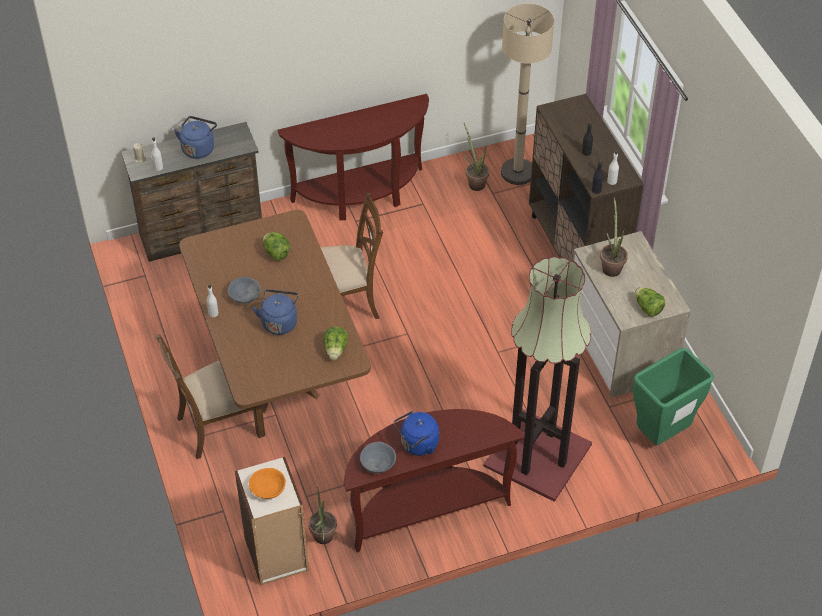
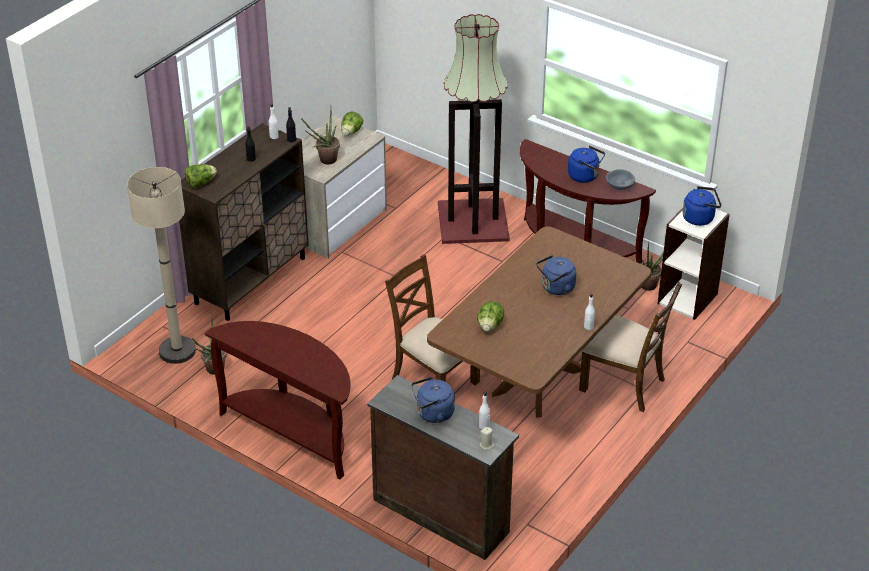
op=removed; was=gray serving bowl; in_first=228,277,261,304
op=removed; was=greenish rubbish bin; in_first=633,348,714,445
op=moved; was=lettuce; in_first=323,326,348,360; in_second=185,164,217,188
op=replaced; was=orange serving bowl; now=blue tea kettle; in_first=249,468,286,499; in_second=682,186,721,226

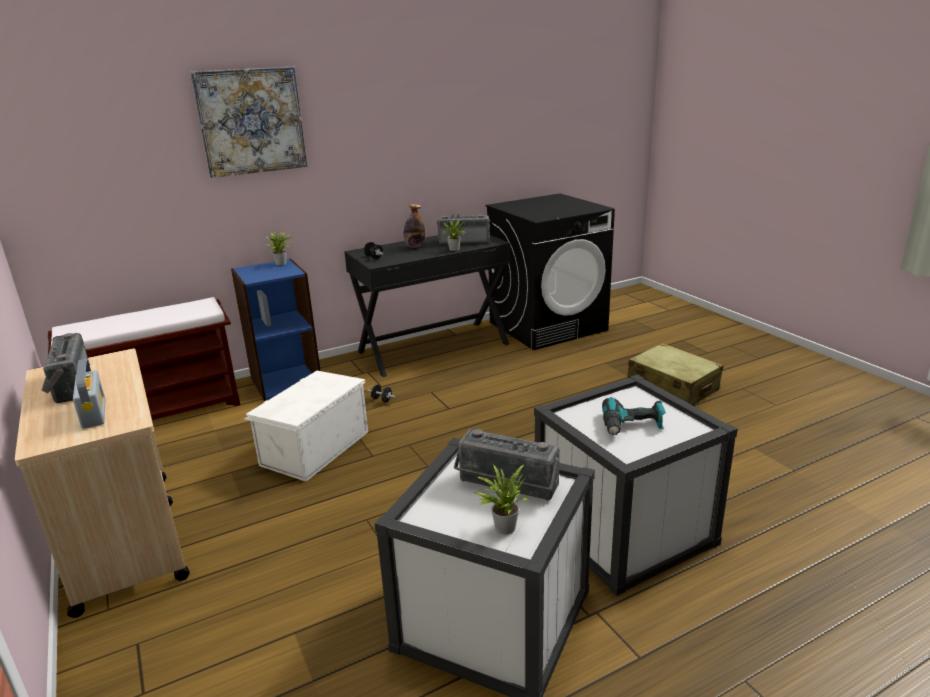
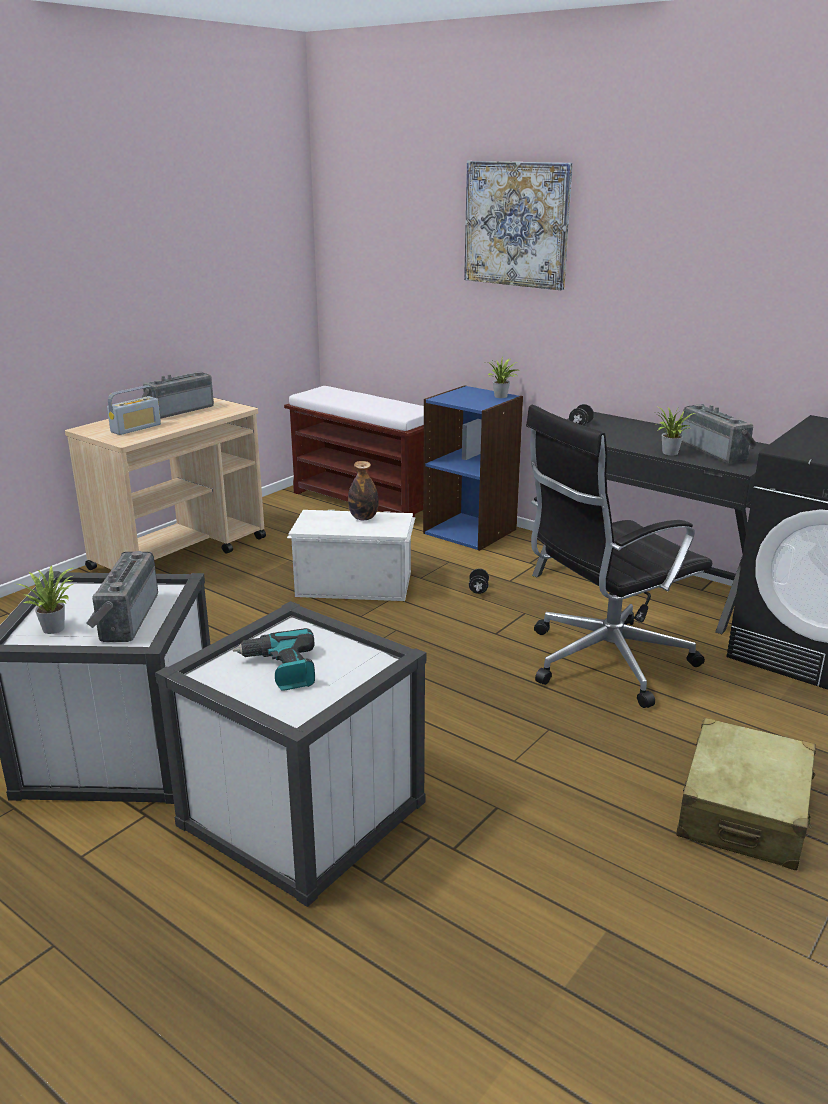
op=added; now=blackish desk chair; in_second=526,405,712,708
op=moved; was=bottle; in_first=404,204,425,248; in_second=348,461,379,520

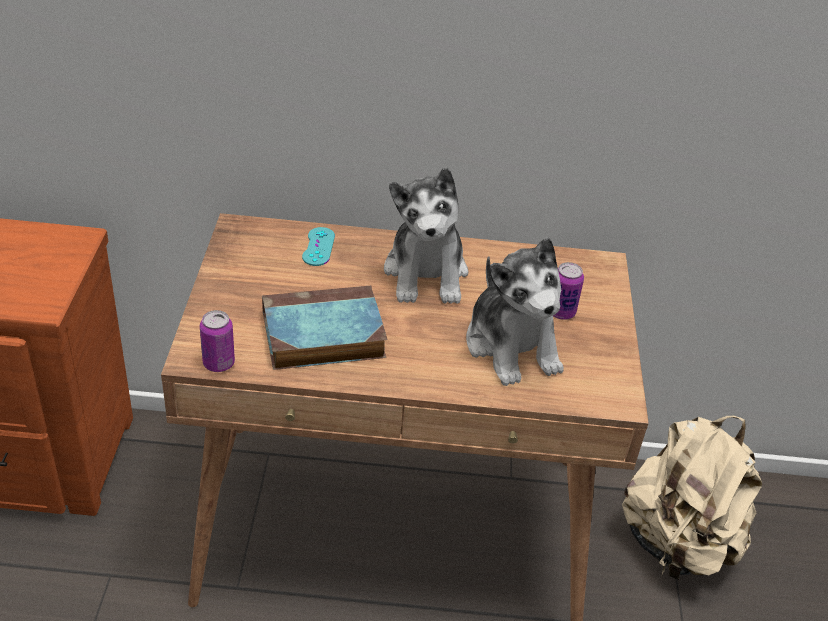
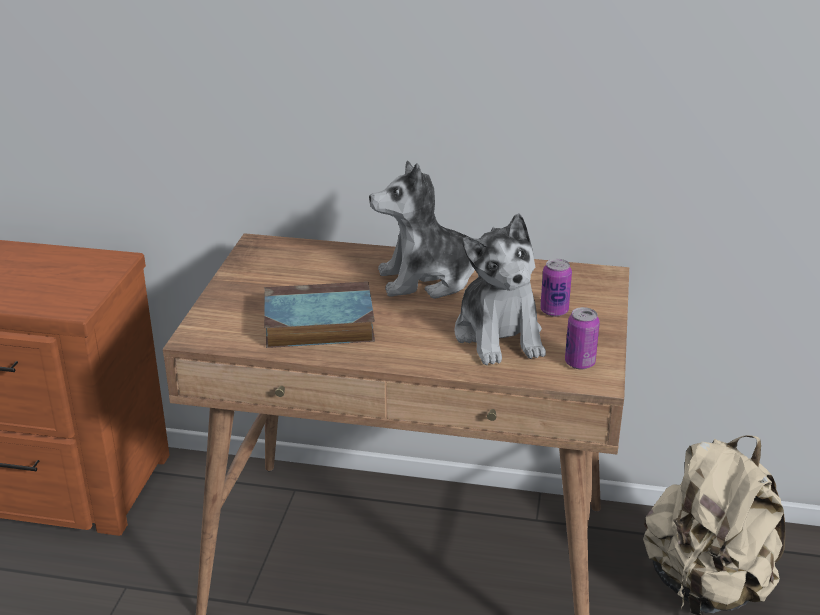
op=removed; was=turquoise game controller; in_first=302,227,335,266
op=moved; was=metal can; in_first=200,310,235,372; in_second=565,307,600,370
op=turned; was=plush toy; in_first=384,167,468,304; in_second=369,161,495,299; clockwise=75

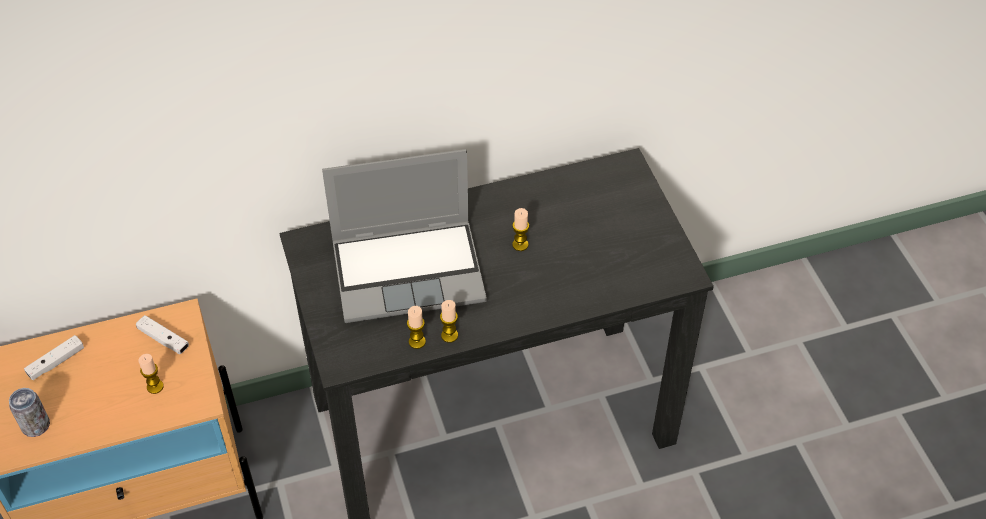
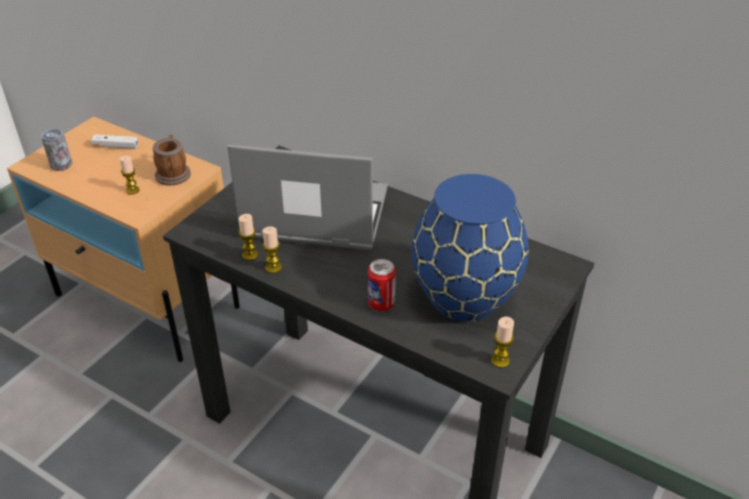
op=added; now=metal can; in_second=368,259,396,311
op=added; now=blue vase; in_second=411,174,529,322
op=moved; was=wax light; in_first=512,208,529,251; in_second=491,317,514,368
op=replaced; was=whitish game controller; now=mug; in_first=136,315,189,354; in_second=153,135,191,185
op=turned; was=portable computer; in_first=322,149,487,323; in_second=227,145,388,250; clockwise=150

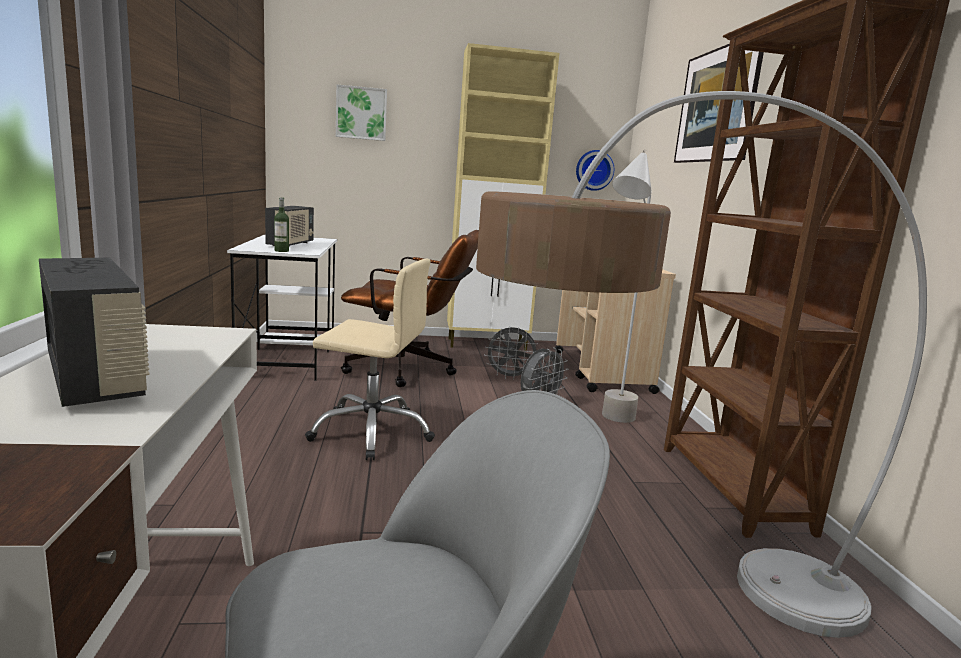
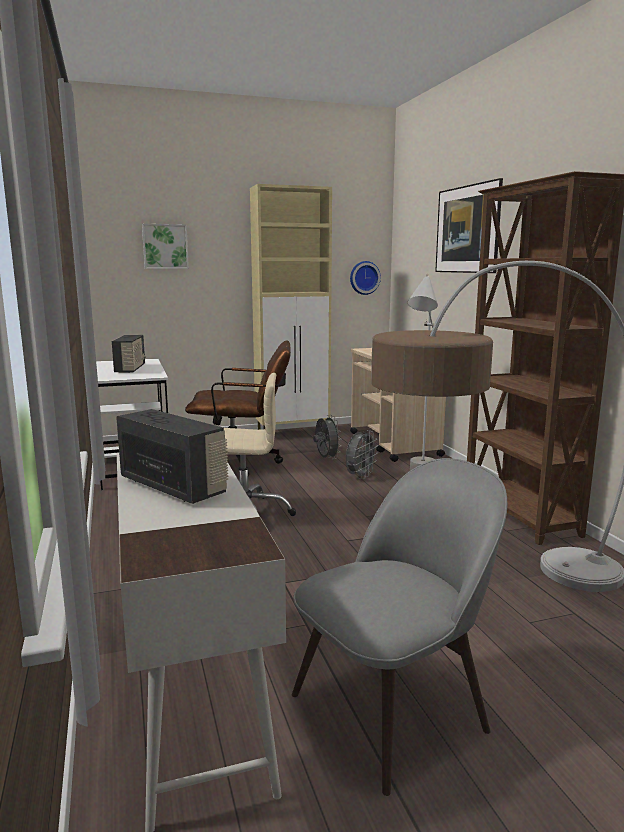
op=removed; was=bottle; in_first=274,197,289,252
op=turned; was=gray cooling fan; in_first=484,327,538,380; in_second=313,415,341,459; clockwise=-105

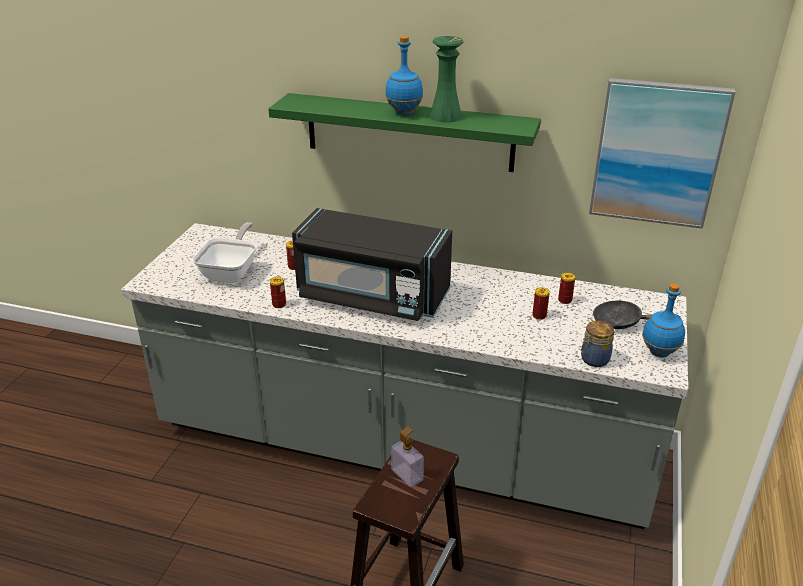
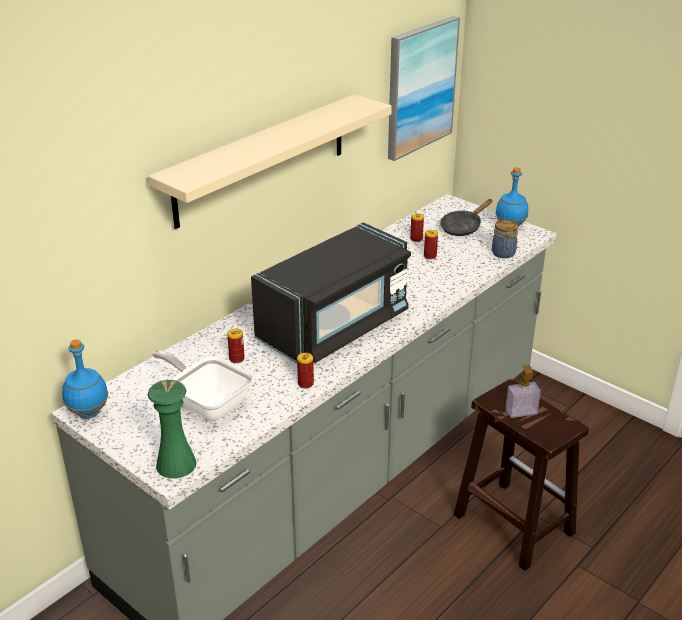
op=moved; was=blue bottle; in_first=385,36,423,115; in_second=62,339,108,419
op=moved; was=greenish vase; in_first=429,36,463,123; in_second=148,380,197,479
op=recoloured; was=greenish wall shelf; now=sand-coloured wall shelf; in_first=268,93,541,172; in_second=148,94,392,229

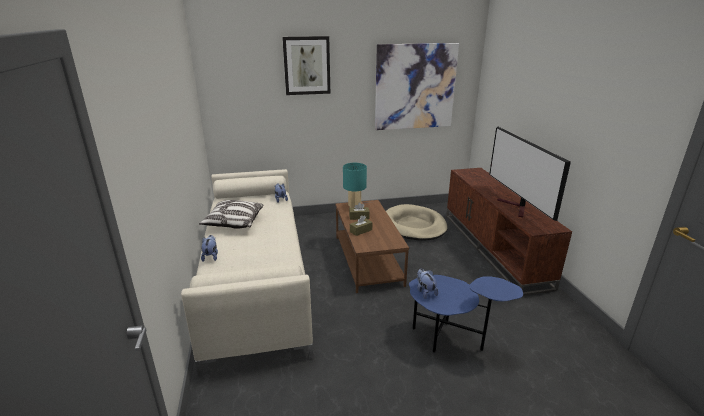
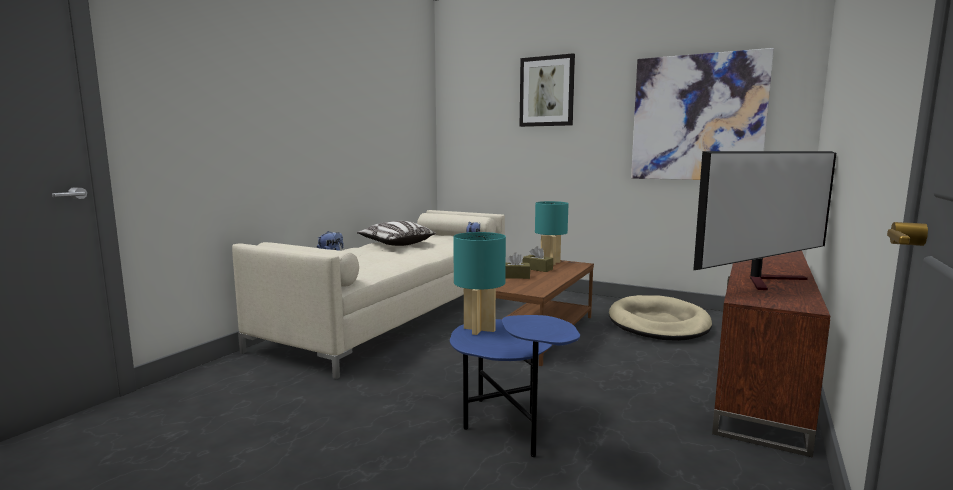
op=replaced; was=plush toy; now=turquoise table lamp; in_first=417,269,438,299; in_second=453,232,506,335
op=turned; was=TV set; in_first=489,127,571,221; in_second=693,151,836,290; clockwise=-150

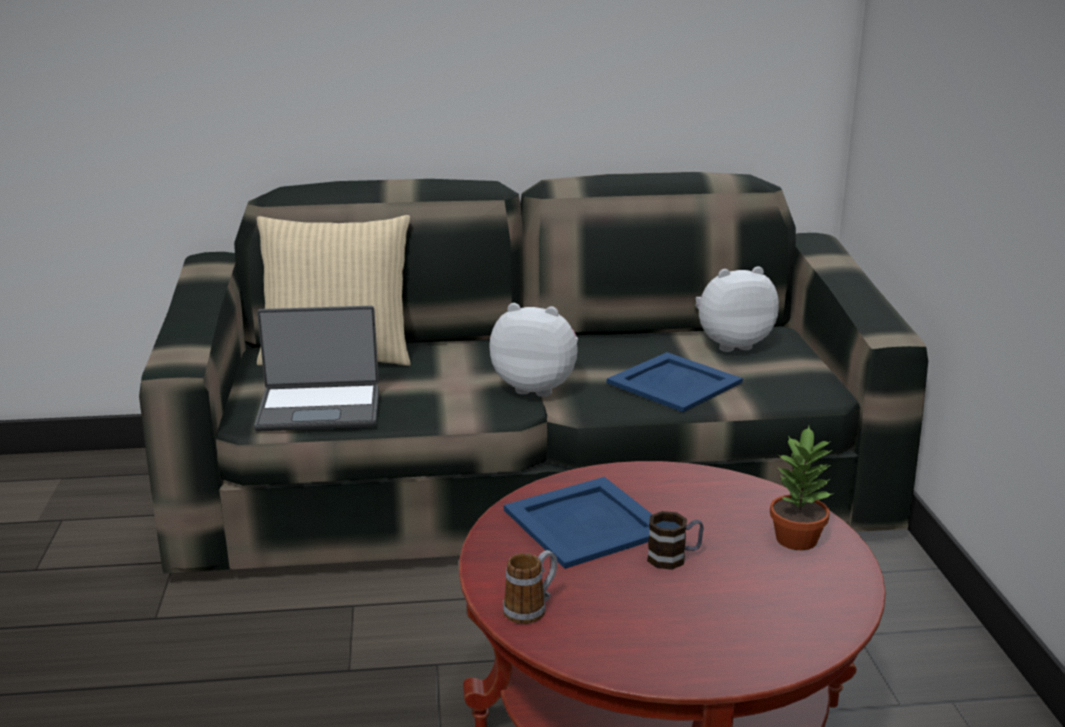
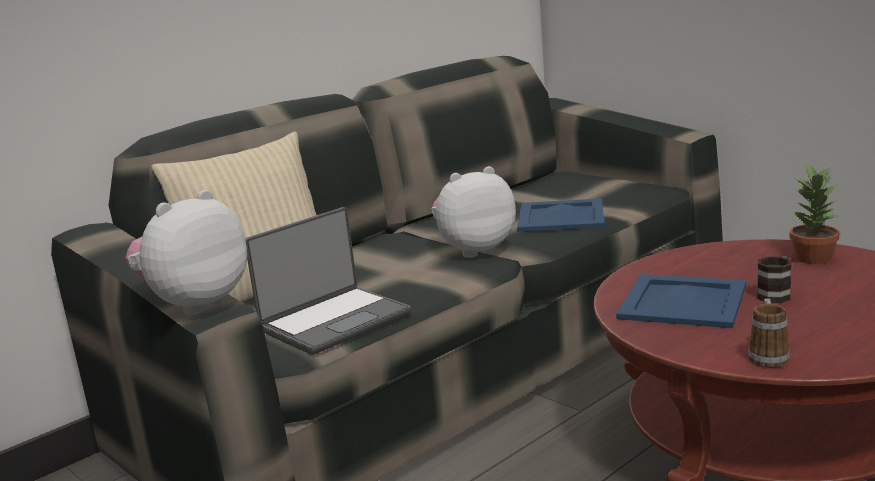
op=moved; was=plush toy; in_first=695,266,779,352; in_second=126,190,247,315

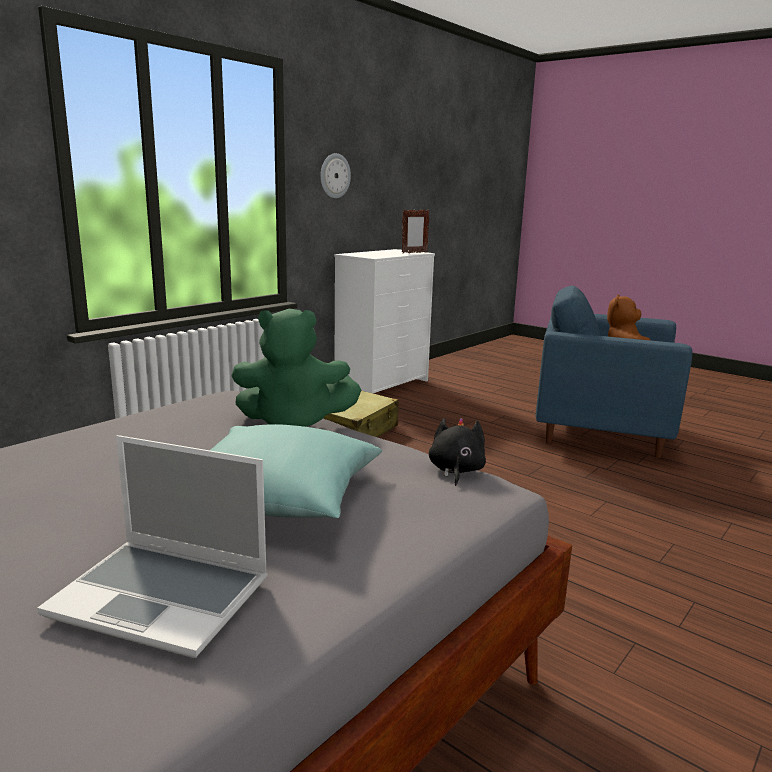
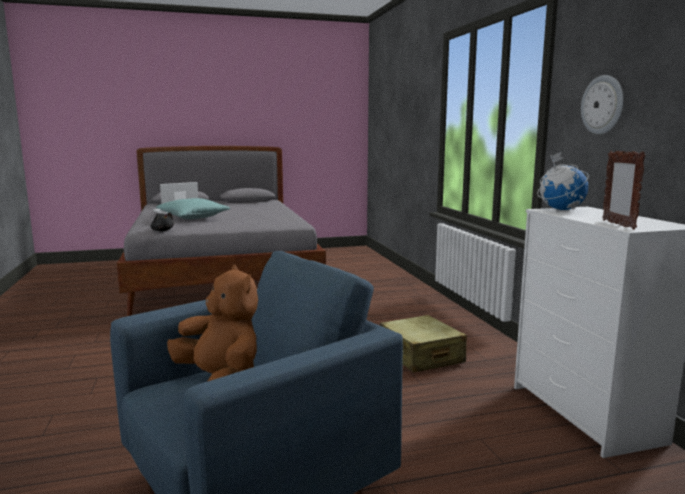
op=removed; was=greenish plush toy; in_first=231,309,361,427
op=added; now=globe; in_second=537,152,588,210

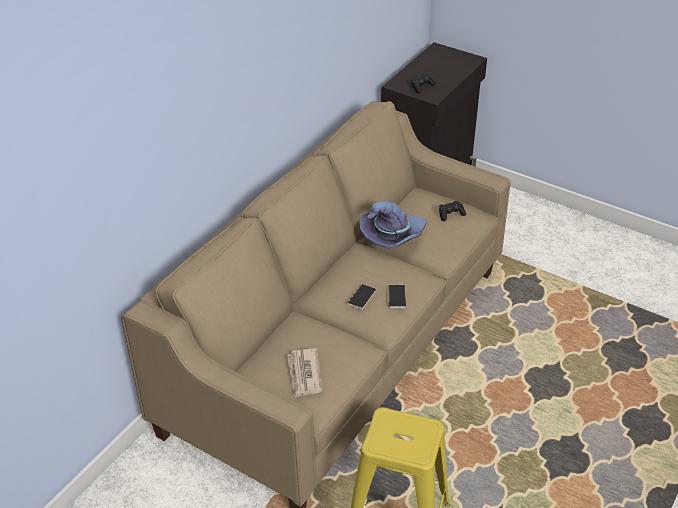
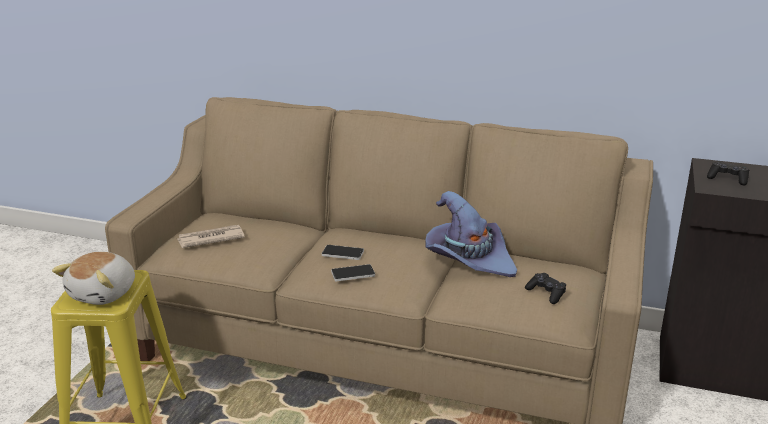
op=added; now=plush toy; in_second=52,252,135,305

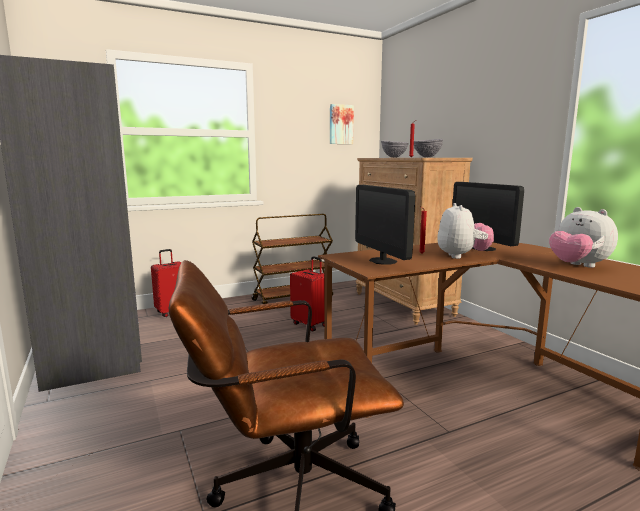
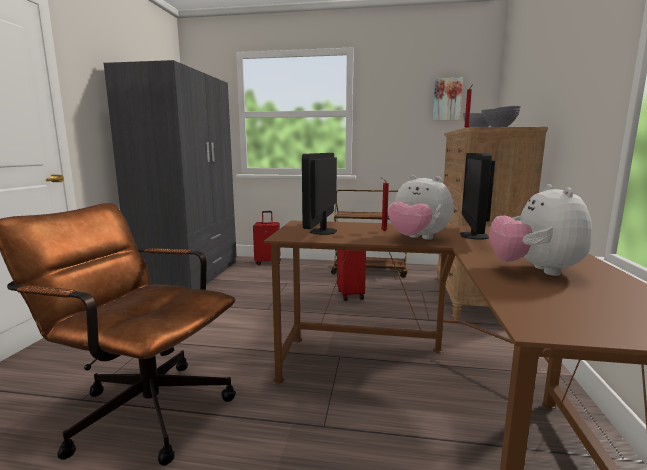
op=turned; was=plush toy; in_first=437,203,494,259; in_second=388,175,453,240; clockwise=90

